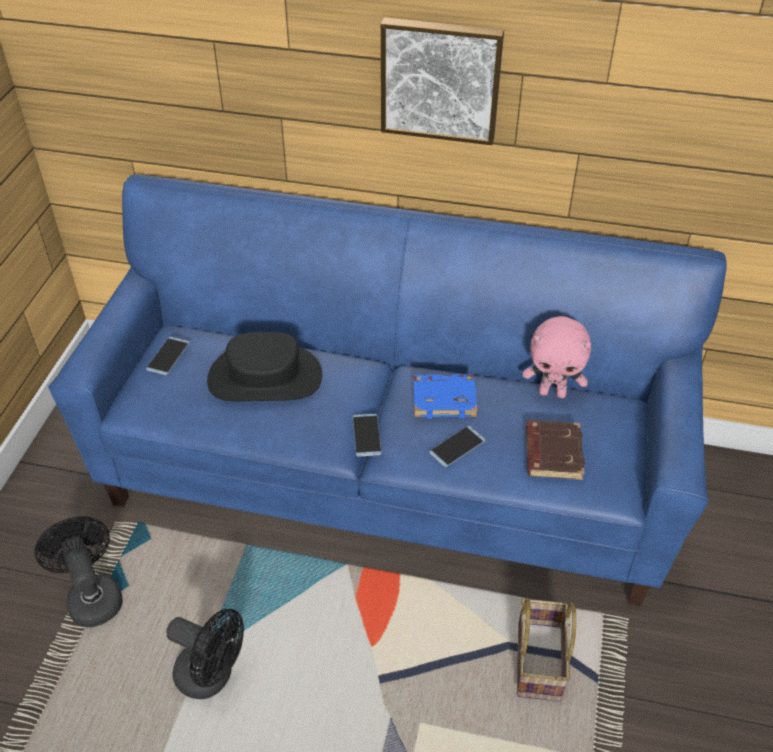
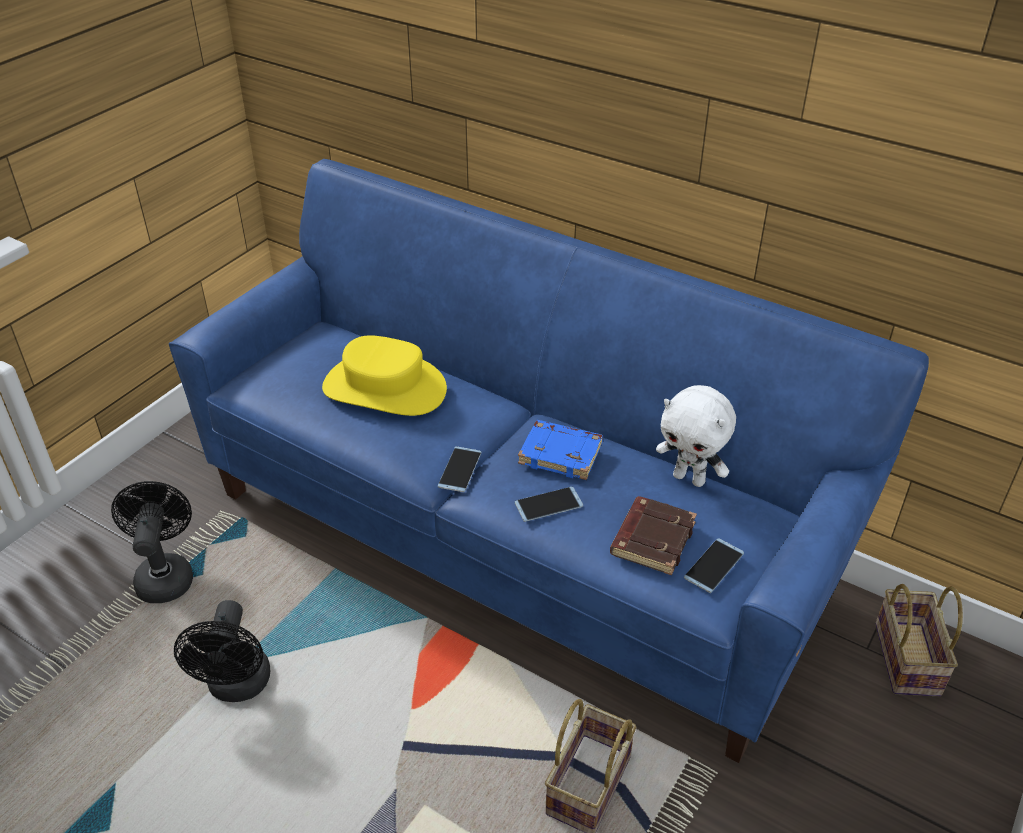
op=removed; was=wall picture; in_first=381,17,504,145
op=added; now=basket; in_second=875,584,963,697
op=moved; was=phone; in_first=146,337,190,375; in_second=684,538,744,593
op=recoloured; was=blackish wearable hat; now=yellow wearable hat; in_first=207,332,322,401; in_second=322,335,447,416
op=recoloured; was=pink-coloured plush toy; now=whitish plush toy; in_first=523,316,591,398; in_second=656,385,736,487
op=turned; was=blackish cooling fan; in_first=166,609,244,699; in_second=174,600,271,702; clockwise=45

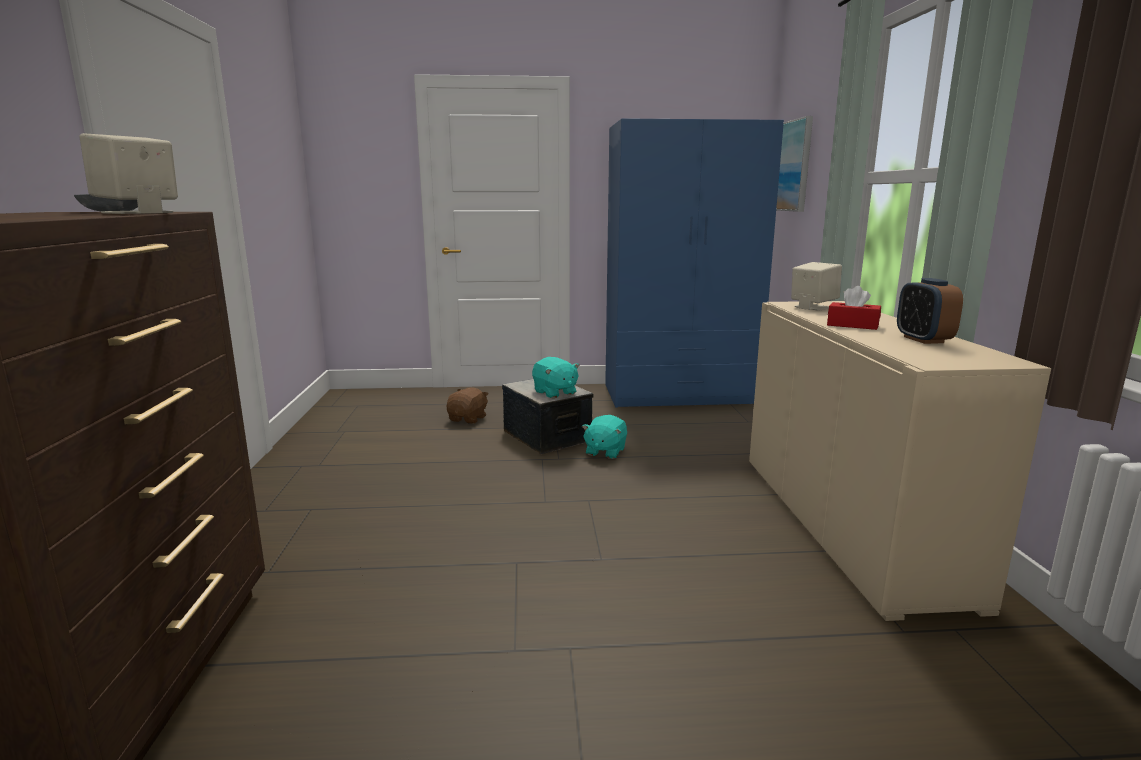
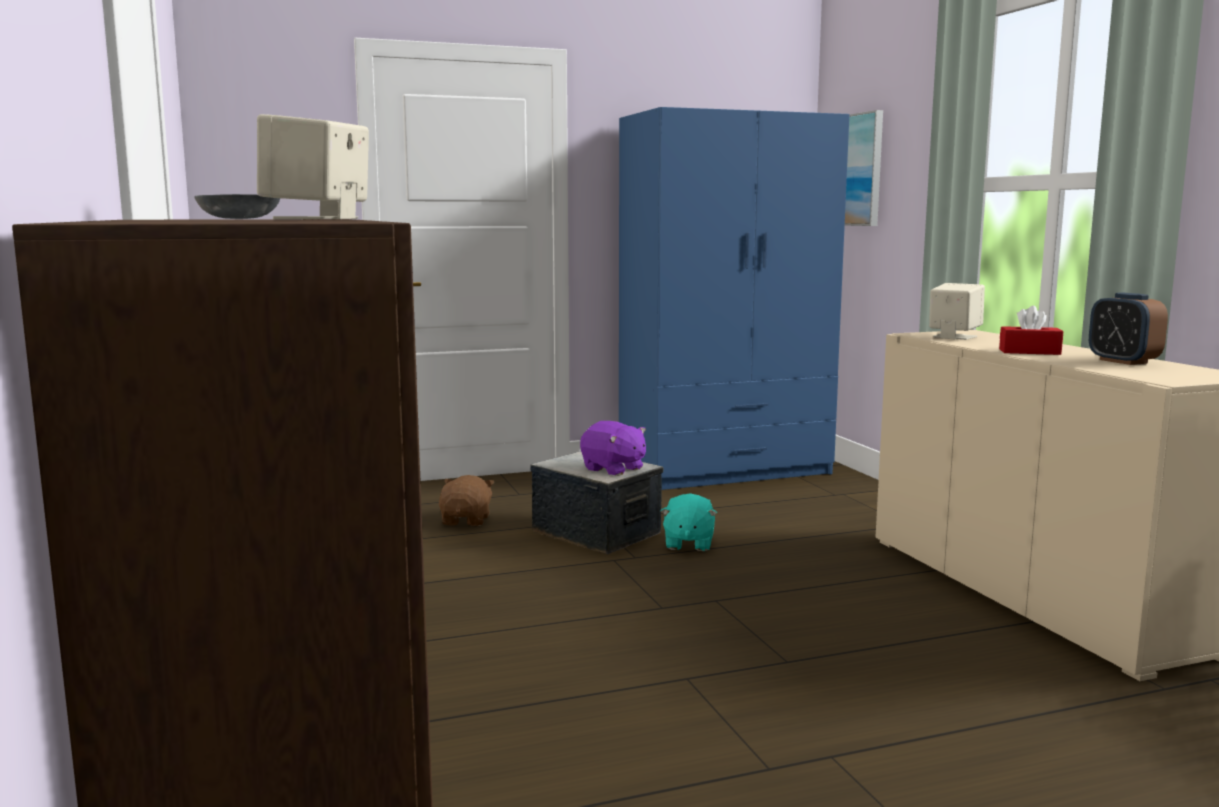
op=recoloured; was=turquoise plush toy; now=purple plush toy; in_first=532,357,580,398; in_second=580,421,646,476

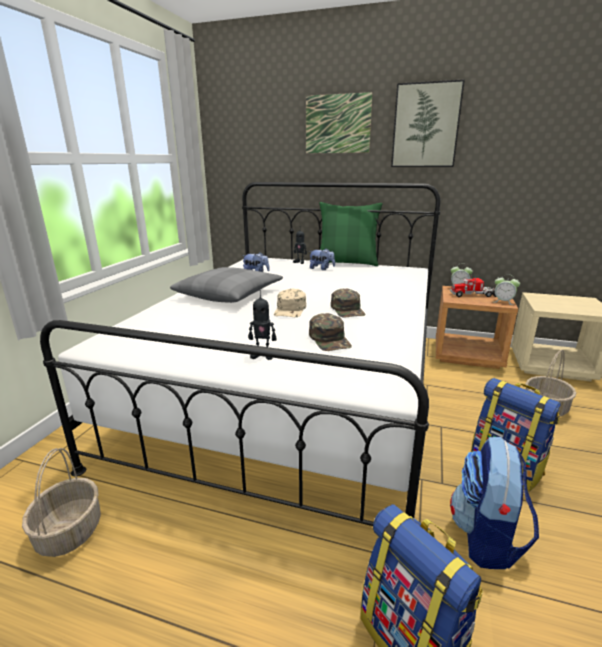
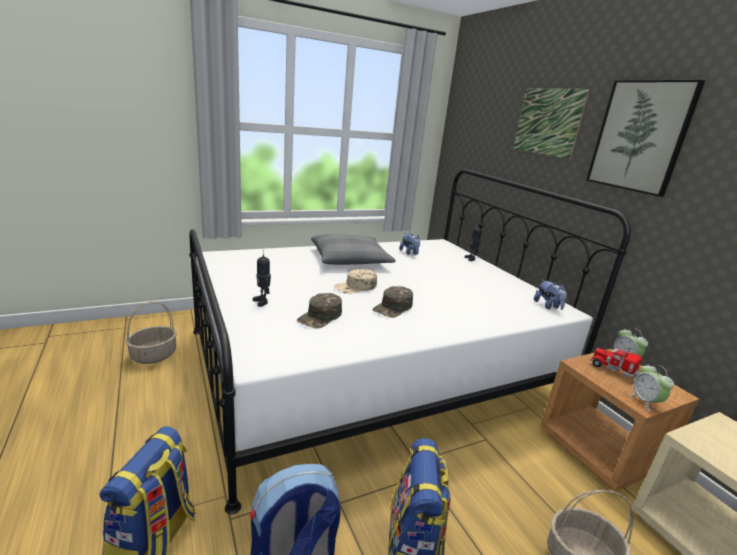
op=removed; was=greenish cushion; in_first=319,202,383,266
op=moved; was=plush toy; in_first=309,248,335,270; in_second=534,280,567,310

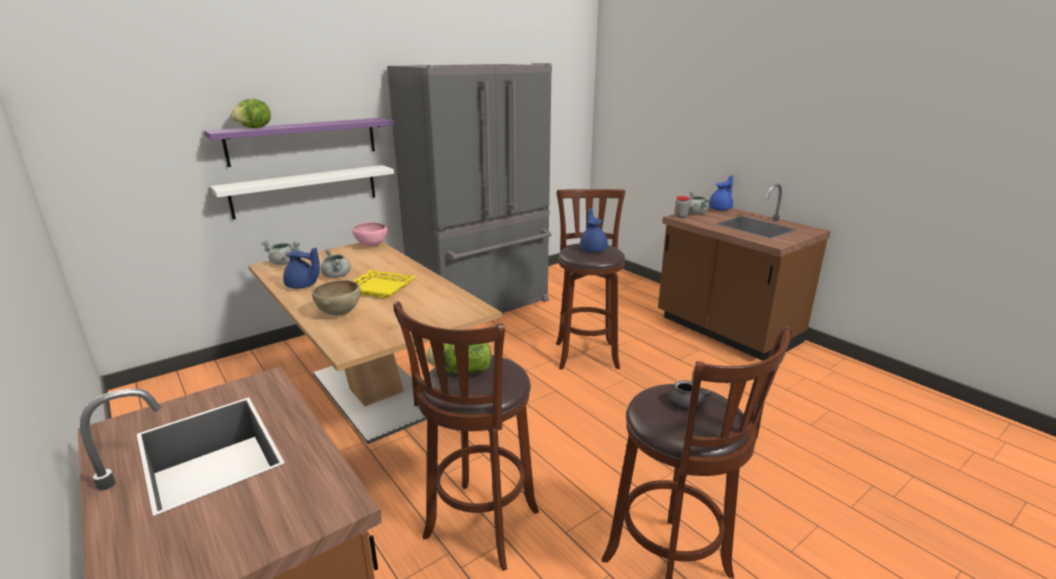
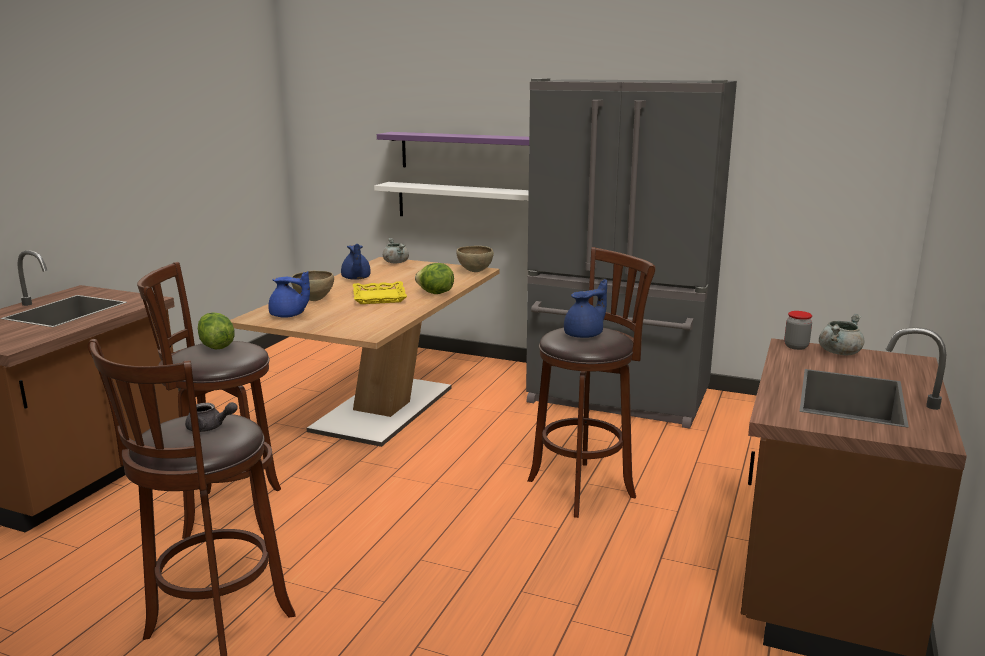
op=removed; was=gray saucepot; in_first=321,249,351,278
op=moved; was=lettuce; in_first=231,99,271,128; in_second=415,263,454,294
op=moved; was=blue tea pot; in_first=709,175,733,210; in_second=268,271,310,318
op=recoloured; was=pink-coloured serving bowl; now=brown serving bowl; in_first=352,222,387,247; in_second=456,246,494,272

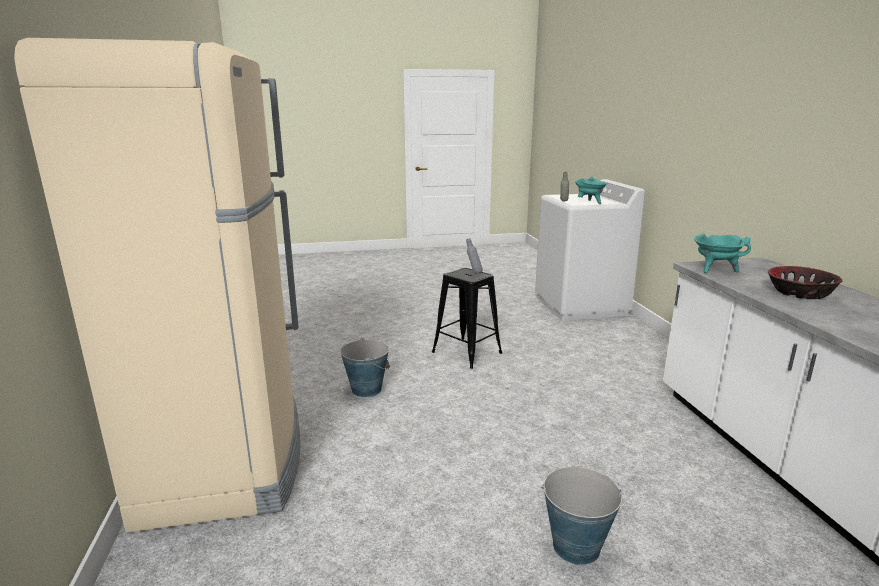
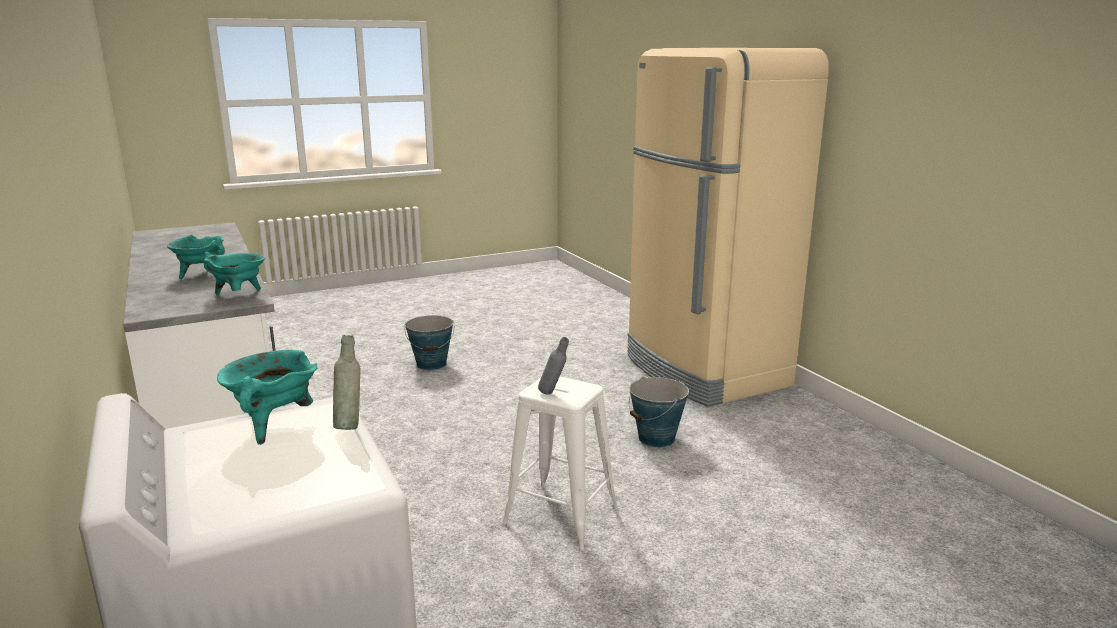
op=replaced; was=serving bowl; now=turquoise saucepot; in_first=768,266,842,299; in_second=167,235,225,279
op=recoloured; was=blackish stool; now=whitish stool; in_first=432,268,502,369; in_second=502,377,618,549

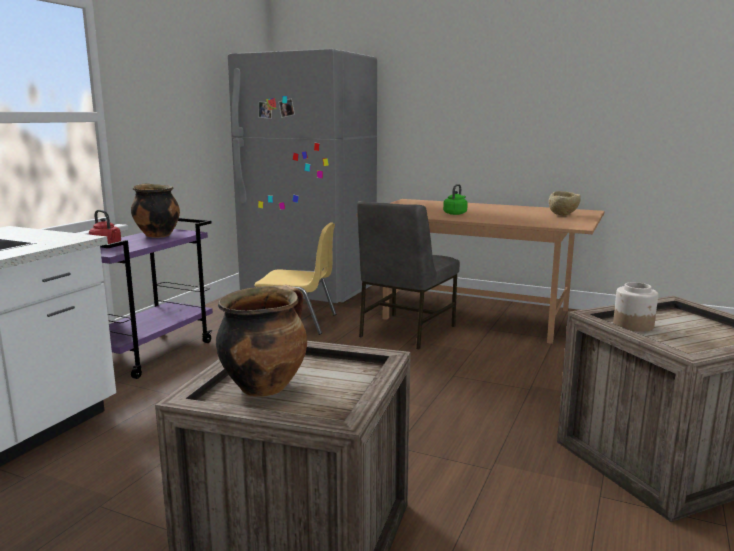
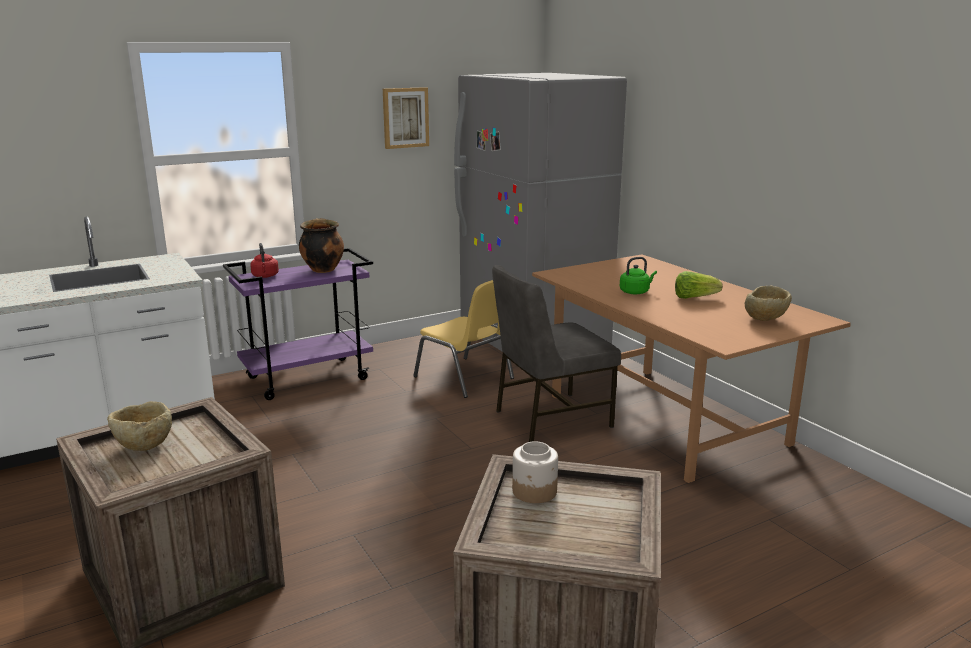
op=added; now=wall picture; in_second=383,87,429,149
op=added; now=lettuce; in_second=675,271,723,299
op=replaced; was=saucepot; now=sand-coloured serving bowl; in_first=216,285,307,397; in_second=107,401,172,451

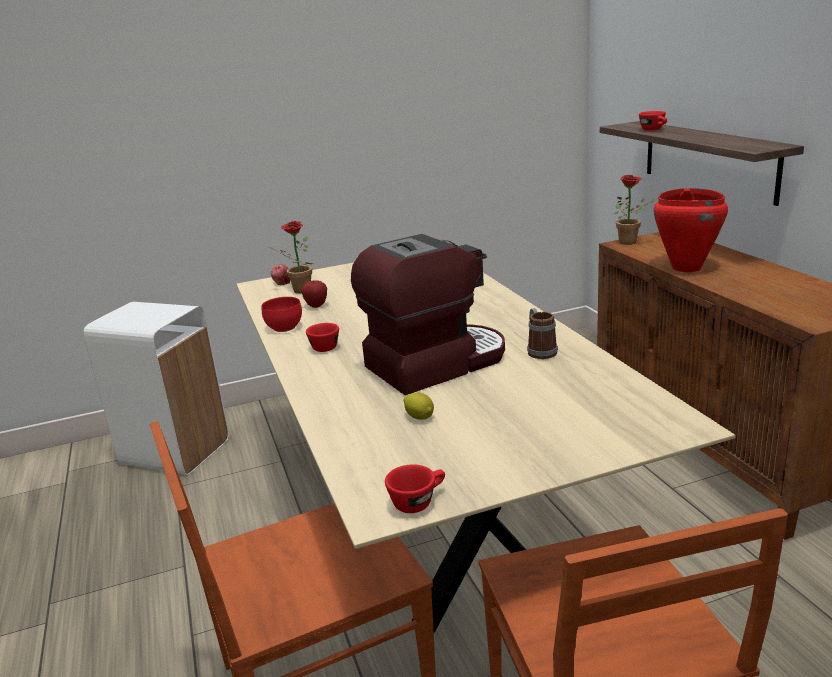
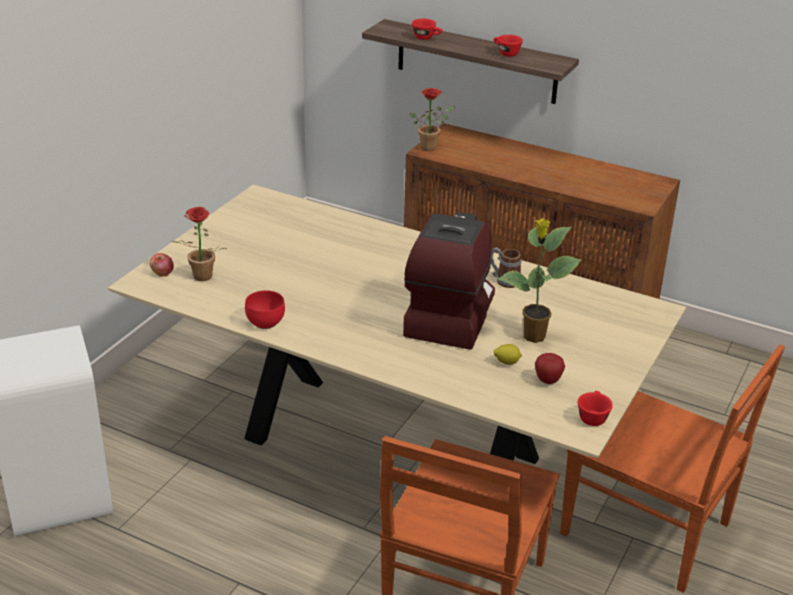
op=removed; was=red saucepot; in_first=654,188,728,272
op=added; now=houseplant; in_second=497,218,582,343
op=moved; was=apple fruit; in_first=302,280,327,308; in_second=535,353,565,384
op=moved; was=red cup; in_first=306,323,339,352; in_second=494,35,523,57

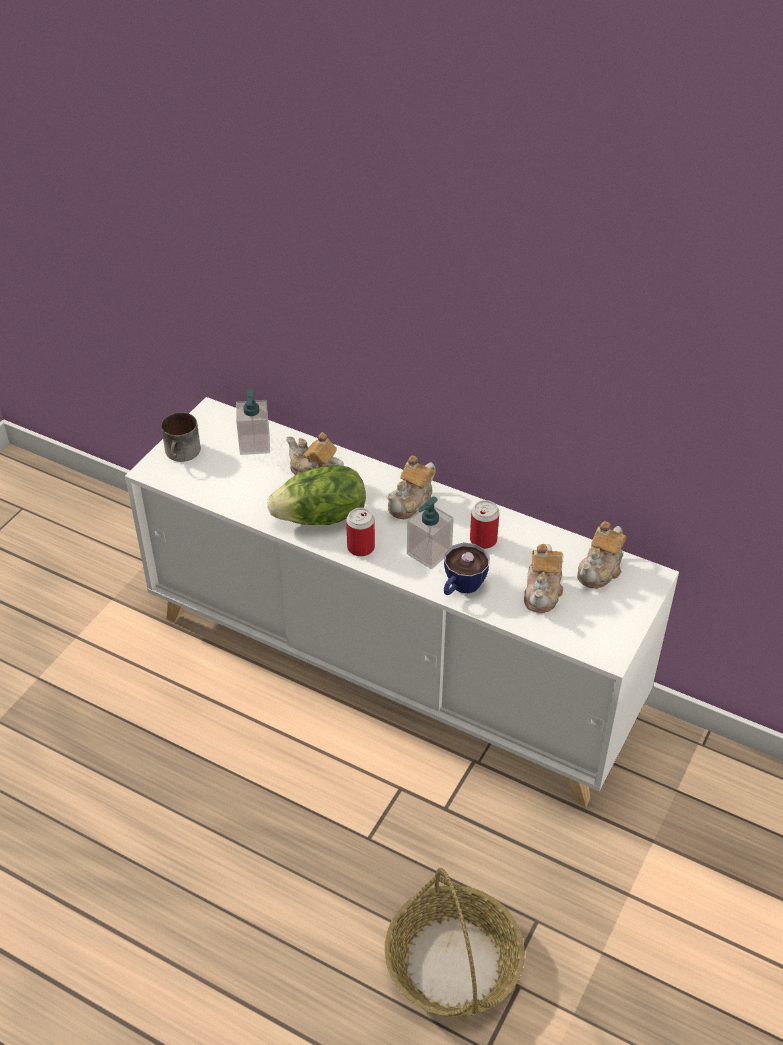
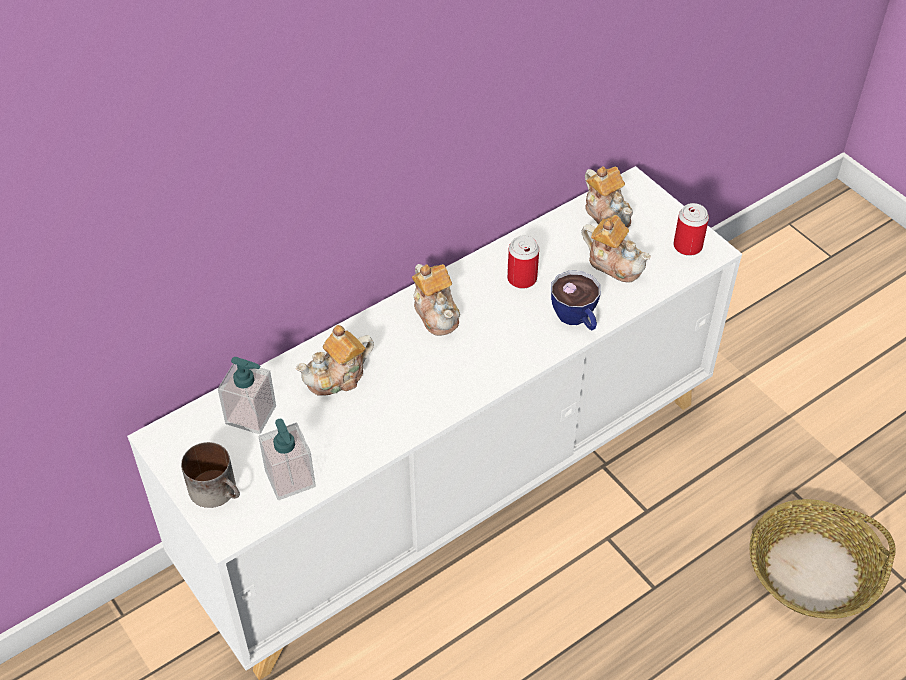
op=removed; was=lettuce; in_first=267,465,366,525
op=moved; was=metal can; in_first=346,508,375,557; in_second=673,203,709,256
op=moved; was=liquid soap bottle; in_first=407,496,454,569; in_second=259,419,316,500

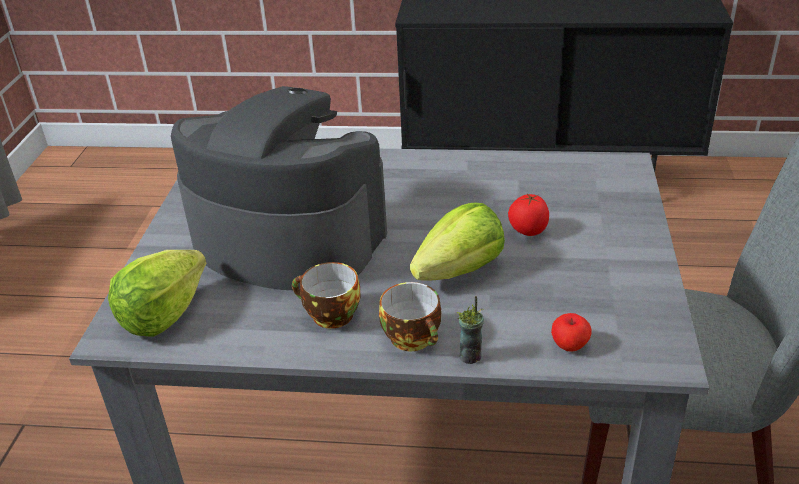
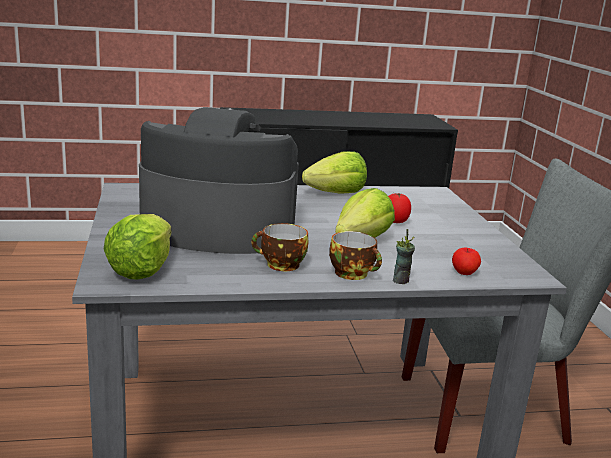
op=added; now=lettuce; in_second=302,151,367,194

